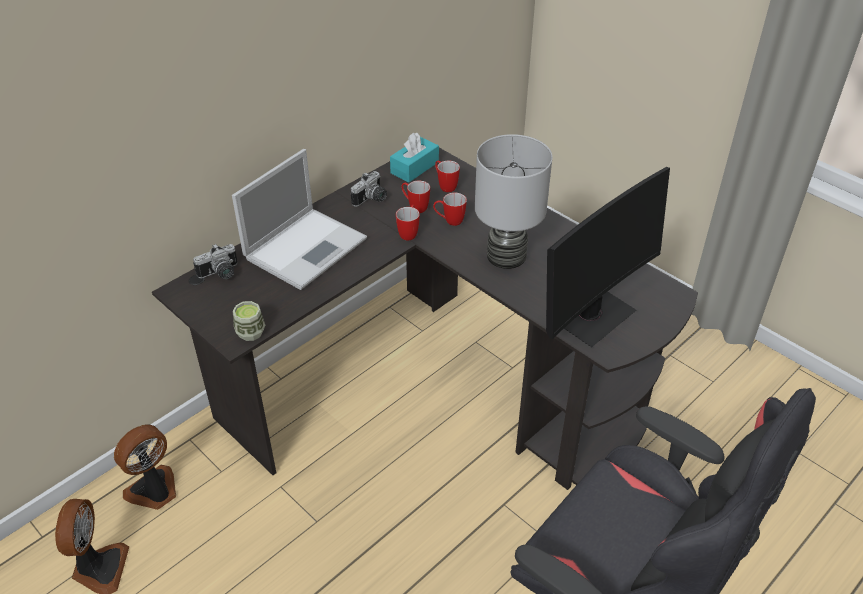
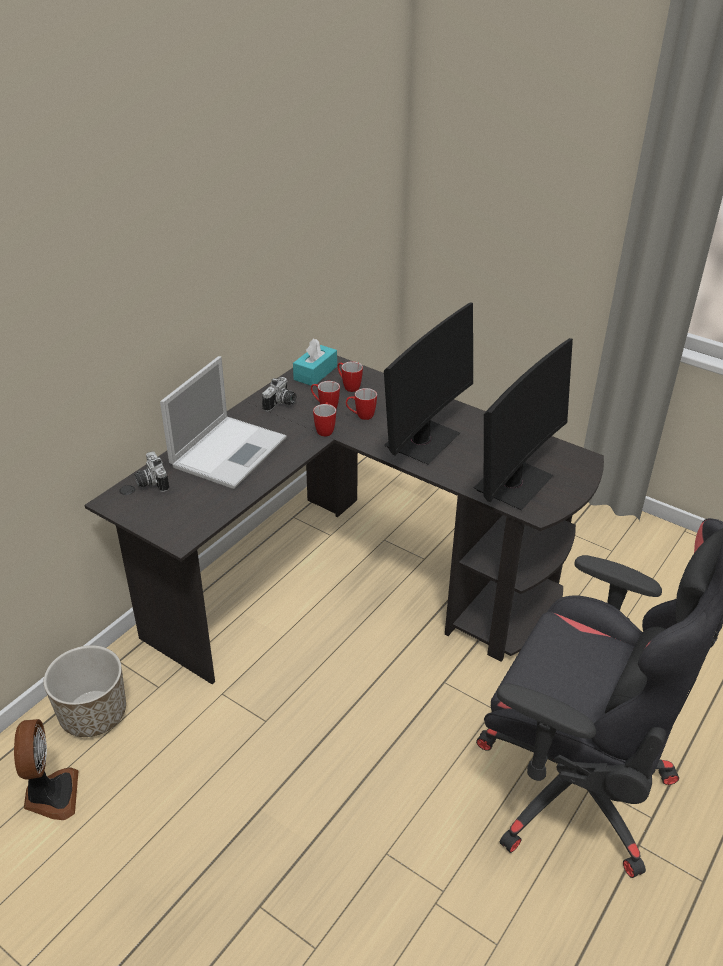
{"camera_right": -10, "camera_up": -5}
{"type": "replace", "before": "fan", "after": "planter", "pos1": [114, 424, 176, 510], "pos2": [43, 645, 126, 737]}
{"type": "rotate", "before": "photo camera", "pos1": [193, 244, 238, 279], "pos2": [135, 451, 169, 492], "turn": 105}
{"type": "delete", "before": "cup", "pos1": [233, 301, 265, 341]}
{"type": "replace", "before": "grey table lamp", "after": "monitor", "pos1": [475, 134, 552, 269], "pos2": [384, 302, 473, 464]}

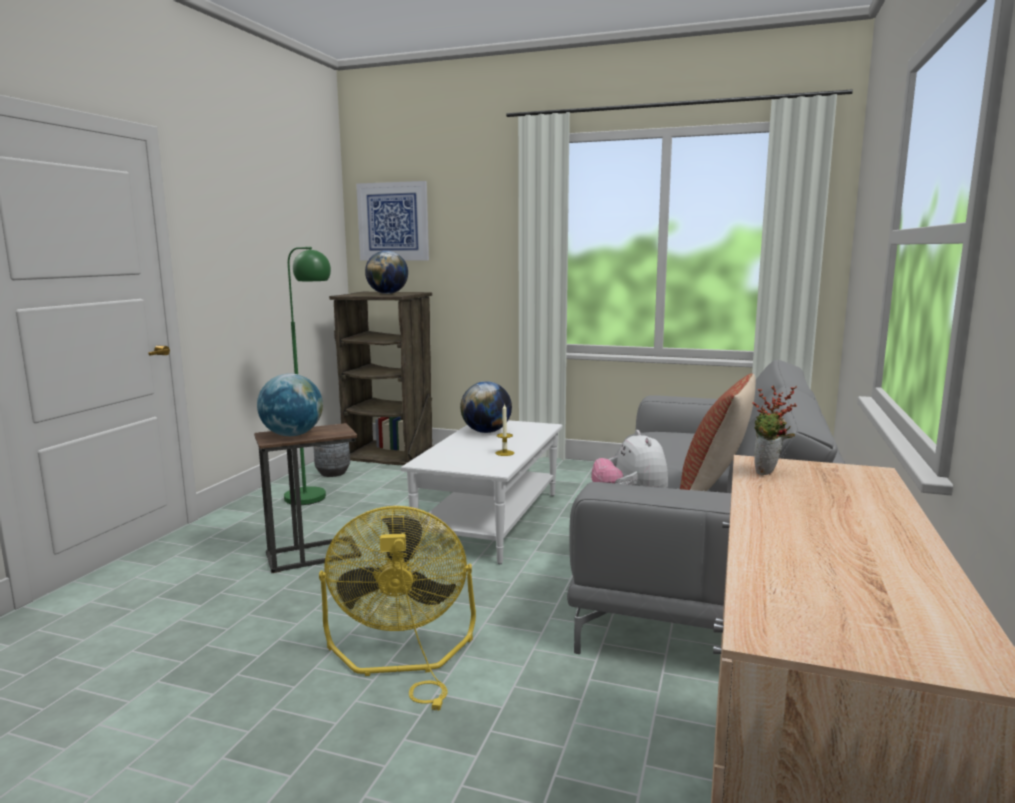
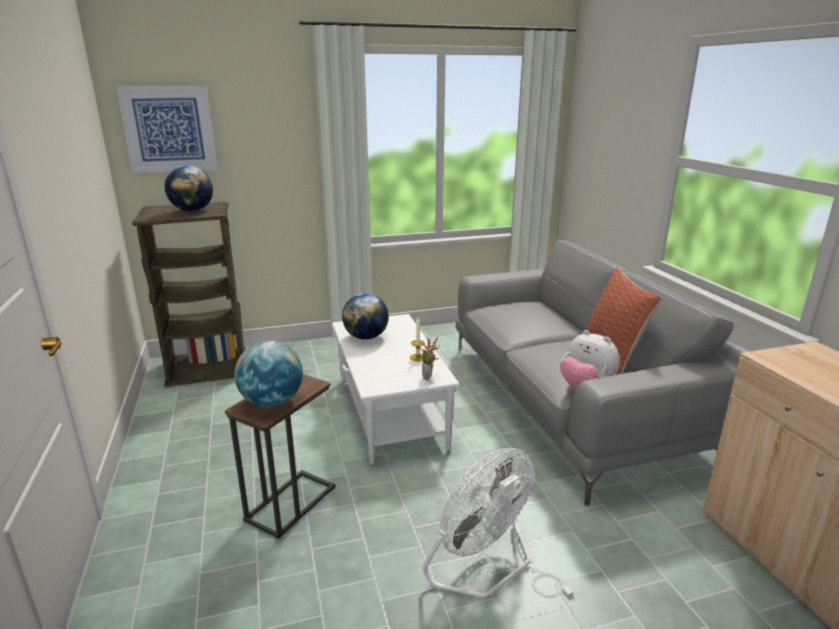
{"camera_right": -35, "camera_up": 10}
{"type": "delete", "before": "green floor lamp", "pos1": [284, 247, 331, 505]}
{"type": "delete", "before": "grey planter", "pos1": [314, 442, 350, 477]}
{"type": "recolor", "before": "yellow fan", "after": "white fan", "pos1": [319, 506, 476, 711], "pos2": [423, 448, 574, 598]}
{"type": "move", "before": "potted plant", "pos1": [752, 385, 797, 475], "pos2": [418, 337, 440, 380]}

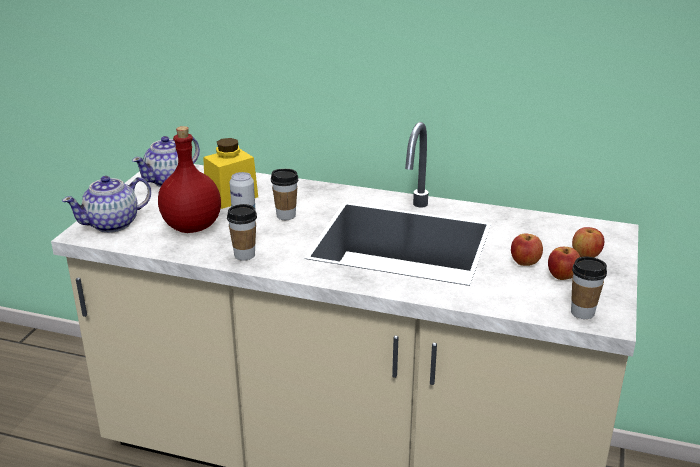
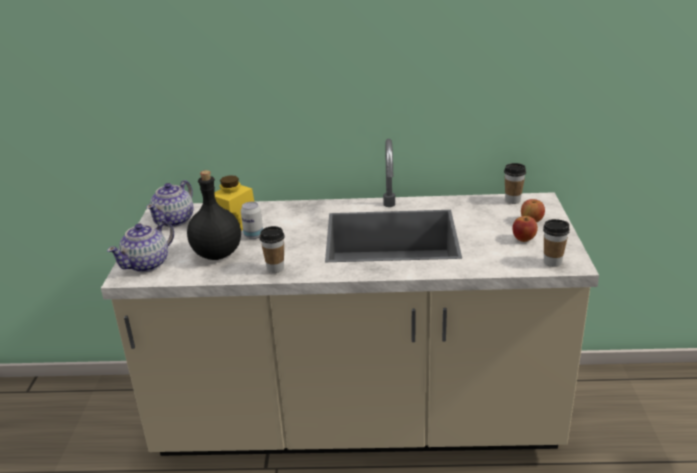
{"camera_right": -15, "camera_up": 0}
{"type": "recolor", "before": "red bottle", "after": "black bottle", "pos1": [158, 126, 221, 233], "pos2": [187, 170, 241, 260]}
{"type": "move", "before": "cup", "pos1": [271, 169, 298, 220], "pos2": [504, 163, 526, 204]}
{"type": "delete", "before": "apple", "pos1": [511, 234, 543, 266]}

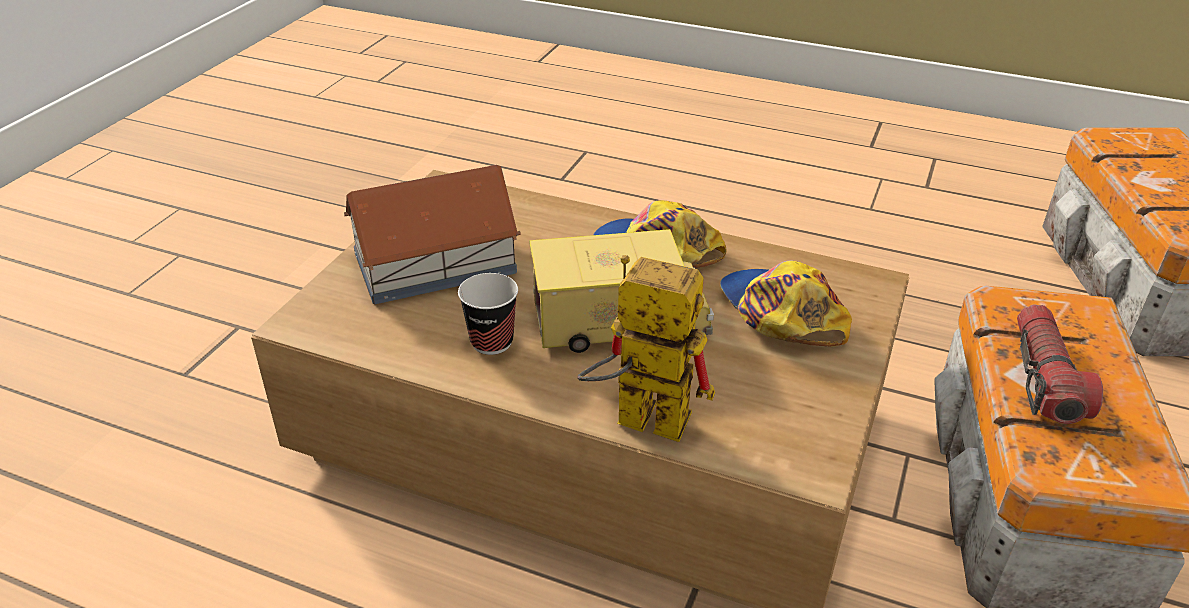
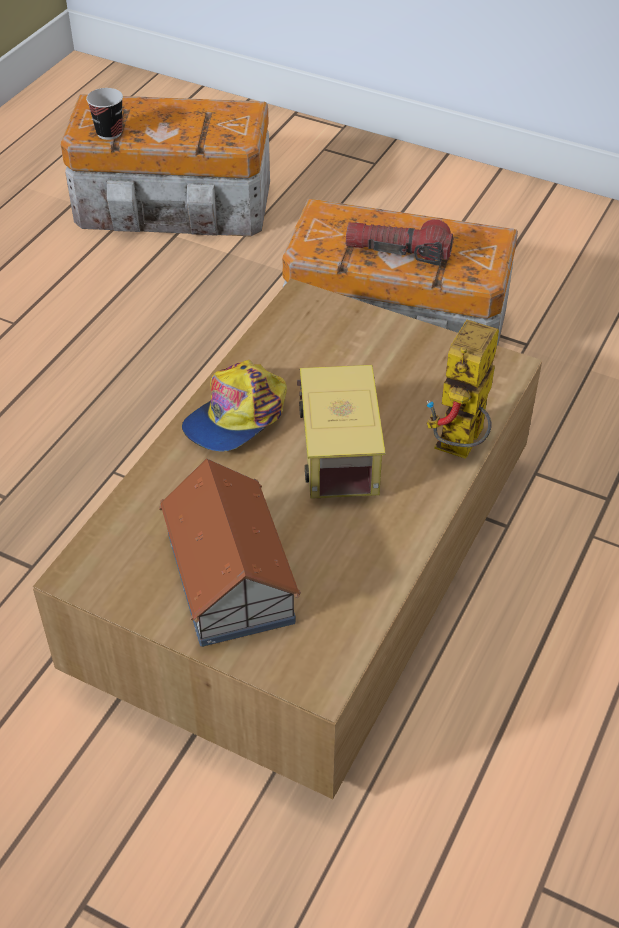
{"camera_right": -85, "camera_up": 10}
{"type": "move", "before": "cup", "pos1": [458, 273, 518, 355], "pos2": [86, 88, 123, 140]}
{"type": "delete", "before": "cap", "pos1": [720, 260, 852, 347]}

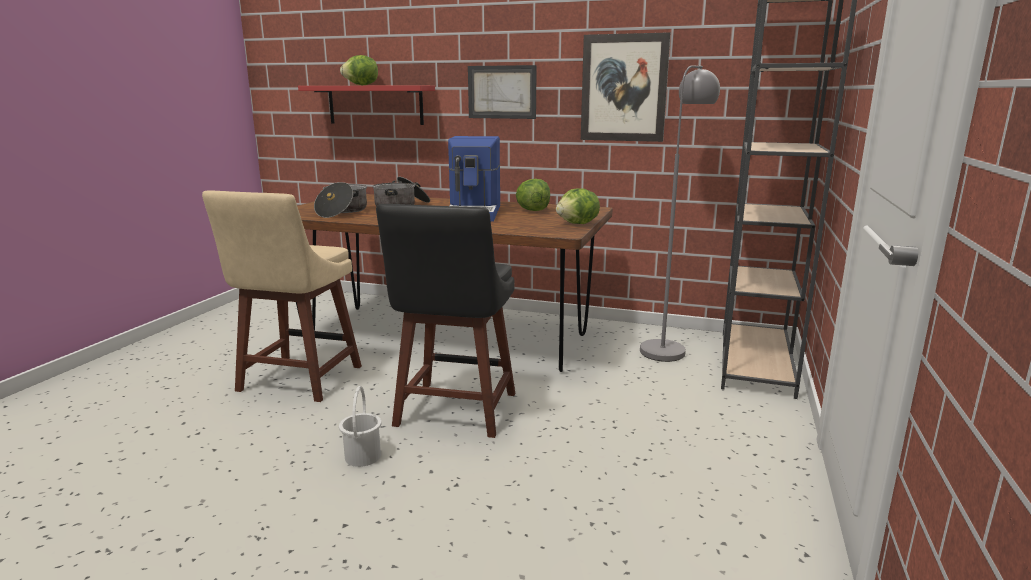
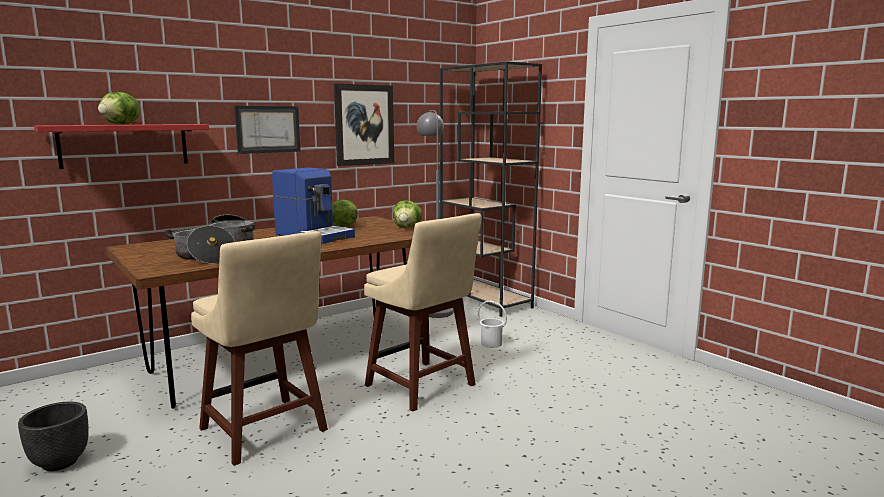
{"camera_right": -55, "camera_up": -5}
{"type": "move", "before": "white bucket", "pos1": [339, 386, 382, 467], "pos2": [477, 301, 507, 348]}
{"type": "recolor", "before": "black chair", "after": "beige chair", "pos1": [376, 204, 515, 438], "pos2": [364, 213, 482, 412]}
{"type": "insert", "after": "black planter", "pos2": [18, 402, 89, 471]}

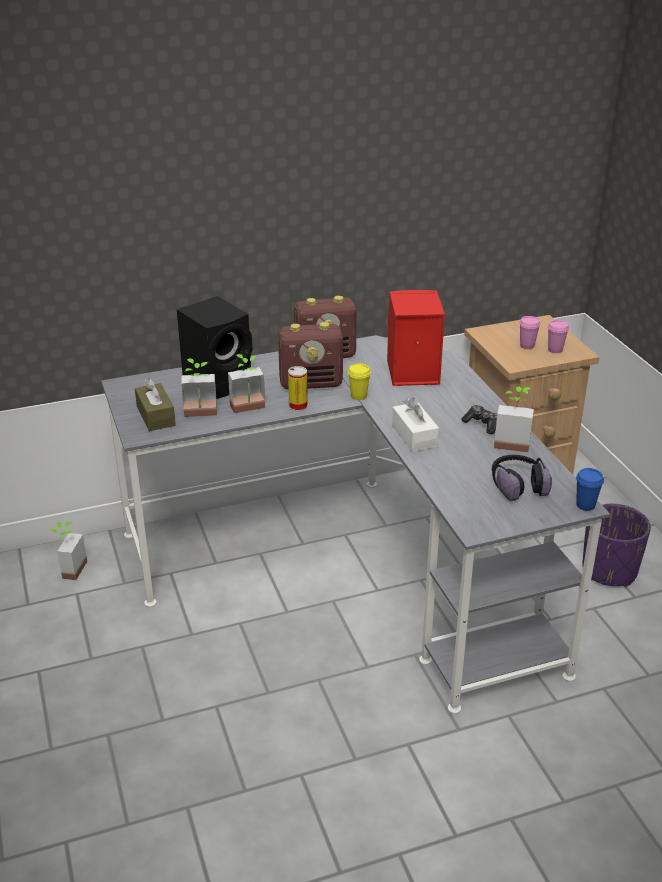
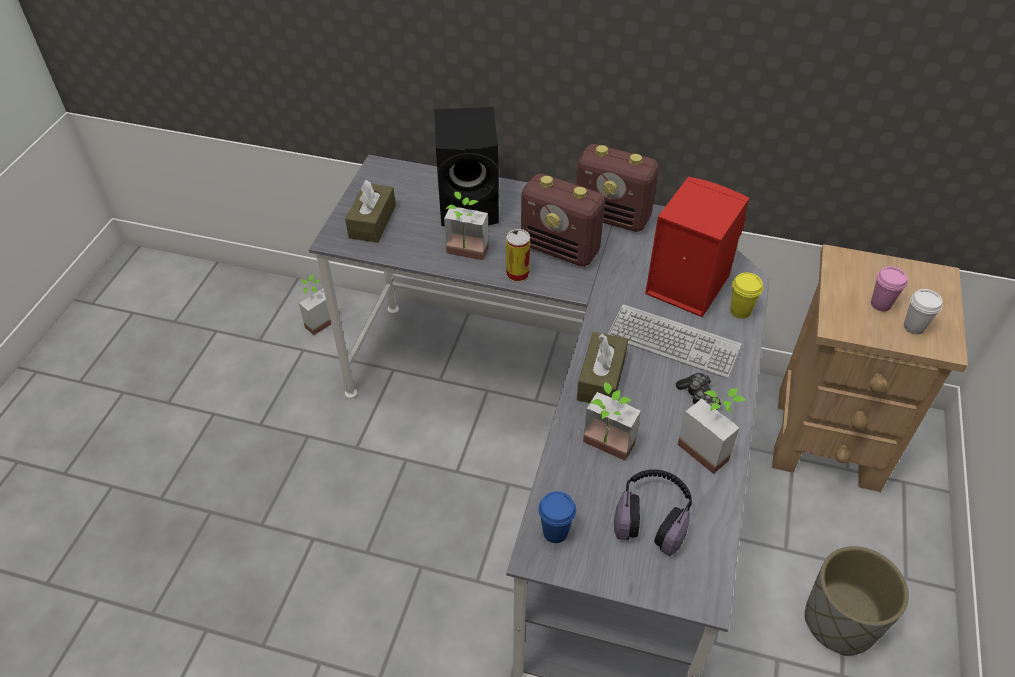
{"camera_right": 35, "camera_up": 15}
{"type": "move", "before": "potted plant", "pos1": [181, 358, 217, 417], "pos2": [583, 382, 641, 461]}
{"type": "move", "before": "yellow cup", "pos1": [348, 363, 371, 400], "pos2": [730, 272, 763, 319]}
{"type": "recolor", "before": "white tissue box", "after": "brown tissue box", "pos1": [392, 398, 439, 452], "pos2": [577, 332, 628, 403]}
{"type": "recolor", "before": "pink cup", "after": "white cup", "pos1": [548, 320, 569, 353], "pos2": [904, 289, 943, 335]}
{"type": "move", "before": "blue cup", "pos1": [576, 468, 604, 511], "pos2": [538, 491, 576, 543]}
{"type": "recolor", "before": "purple planter", "after": "grey planter", "pos1": [582, 504, 651, 587], "pos2": [805, 546, 909, 656]}
{"type": "insert", "after": "keyboard", "pos2": [608, 304, 742, 378]}

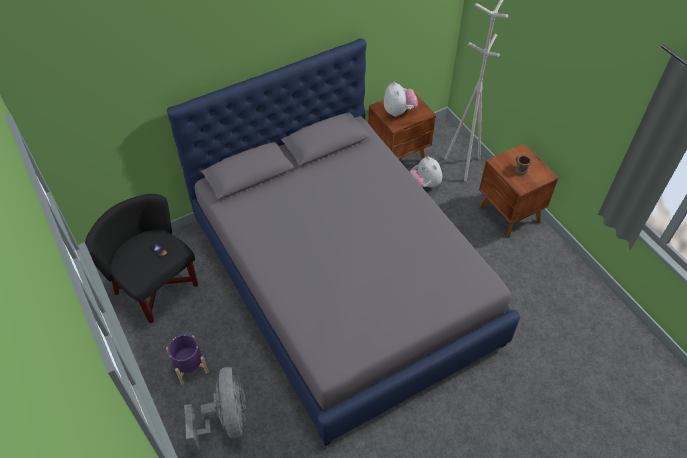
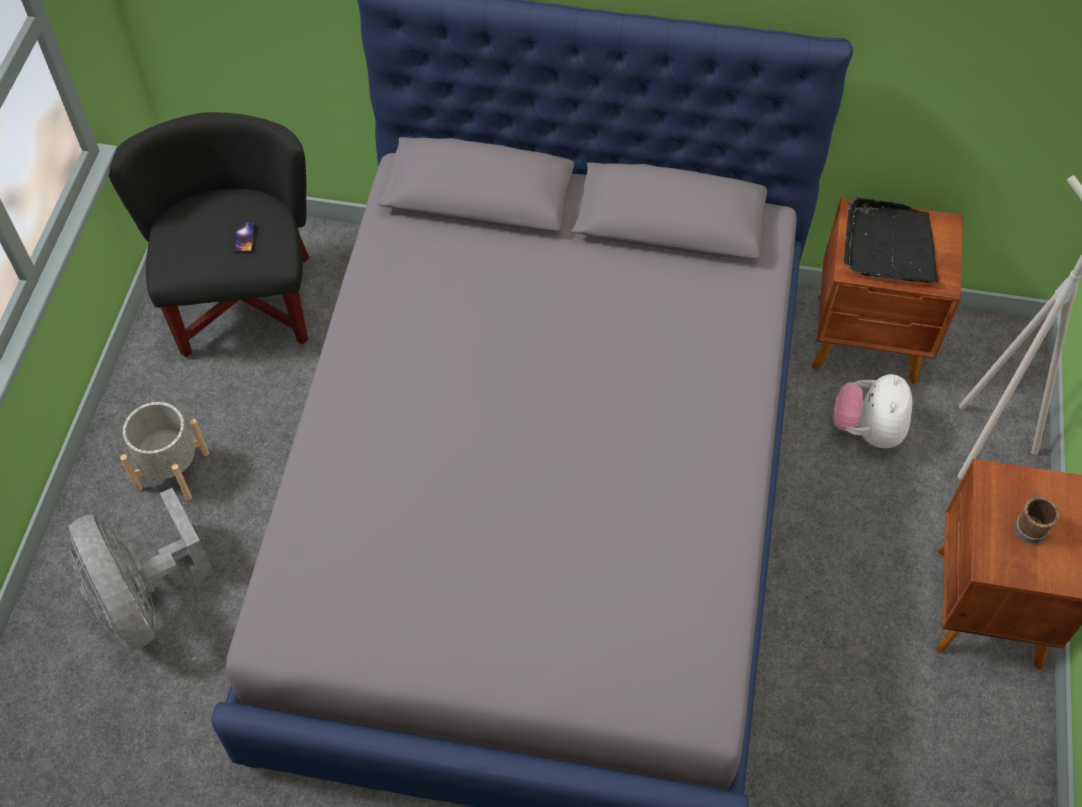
{"camera_right": 40, "camera_up": 5}
{"type": "recolor", "before": "purple planter", "after": "grey planter", "pos1": [166, 334, 209, 385], "pos2": [120, 402, 209, 500]}
{"type": "rotate", "before": "grey fan", "pos1": [184, 367, 246, 452], "pos2": [69, 488, 214, 650], "turn": 120}
{"type": "replace", "before": "plush toy", "after": "black tray", "pos1": [384, 81, 418, 117], "pos2": [844, 198, 939, 283]}

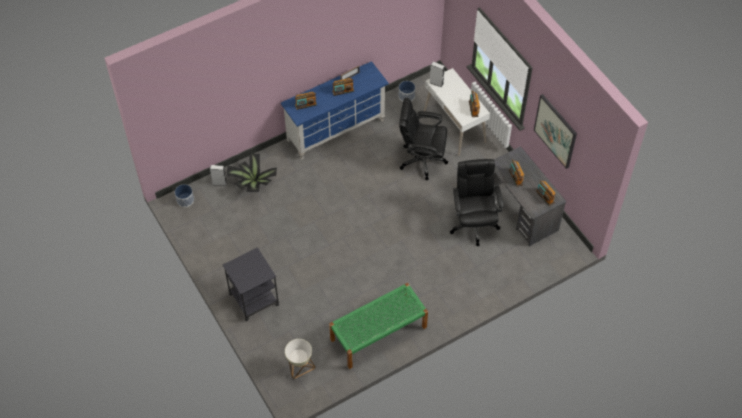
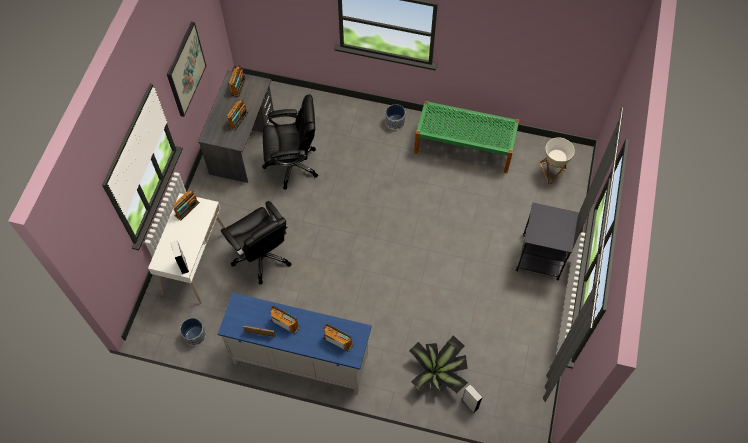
{"camera_right": -135, "camera_up": 5}
{"type": "move", "before": "planter", "pos1": [175, 184, 194, 207], "pos2": [386, 104, 405, 130]}
{"type": "rotate", "before": "black office chair", "pos1": [450, 159, 503, 246], "pos2": [262, 94, 318, 189], "turn": -135}

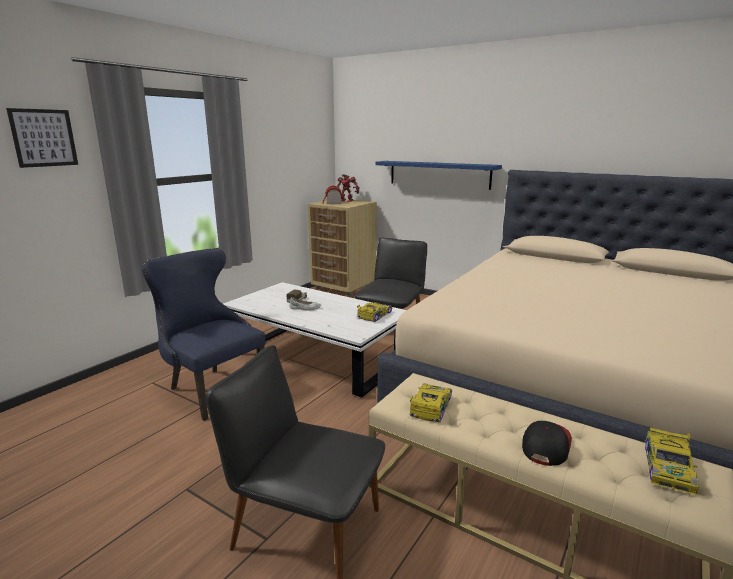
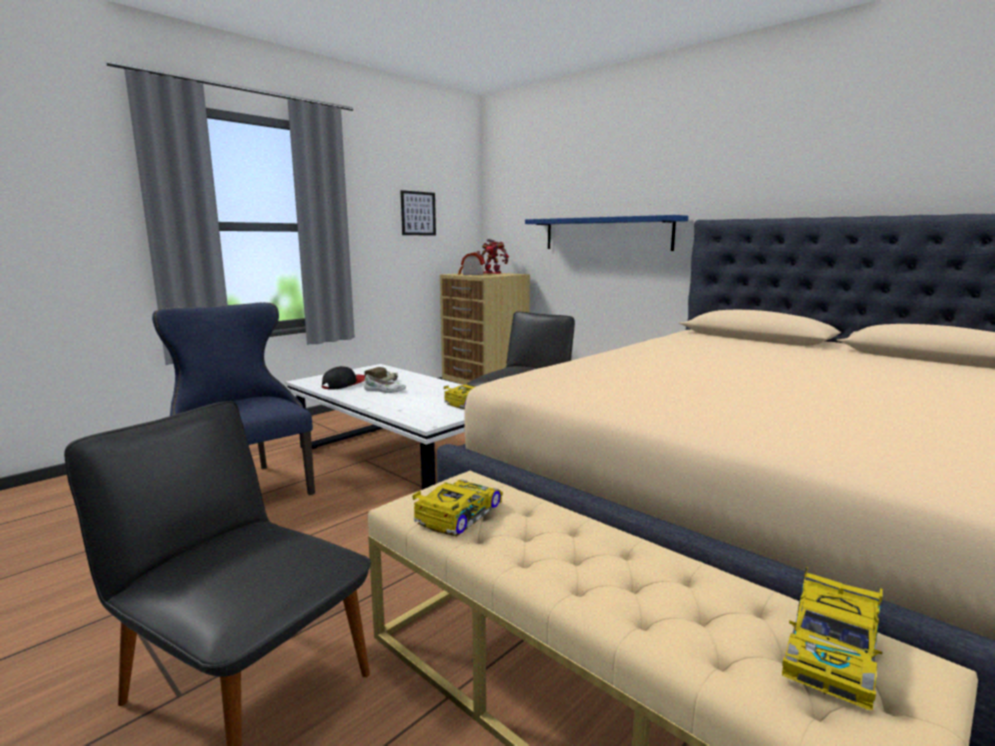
{"camera_right": 10, "camera_up": -5}
{"type": "move", "before": "picture", "pos1": [6, 108, 78, 168], "pos2": [400, 190, 436, 235]}
{"type": "move", "before": "cap", "pos1": [522, 421, 572, 466], "pos2": [322, 366, 365, 389]}

